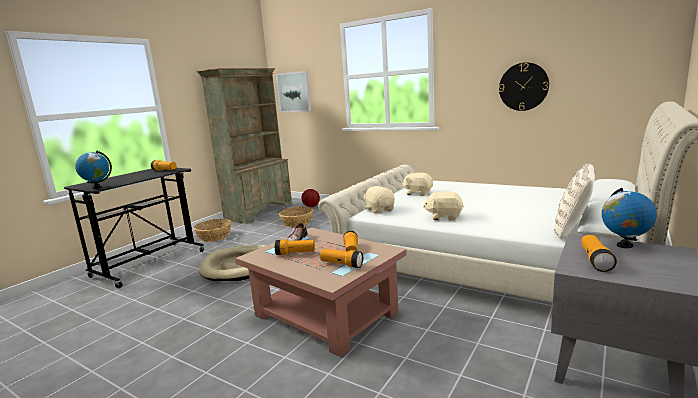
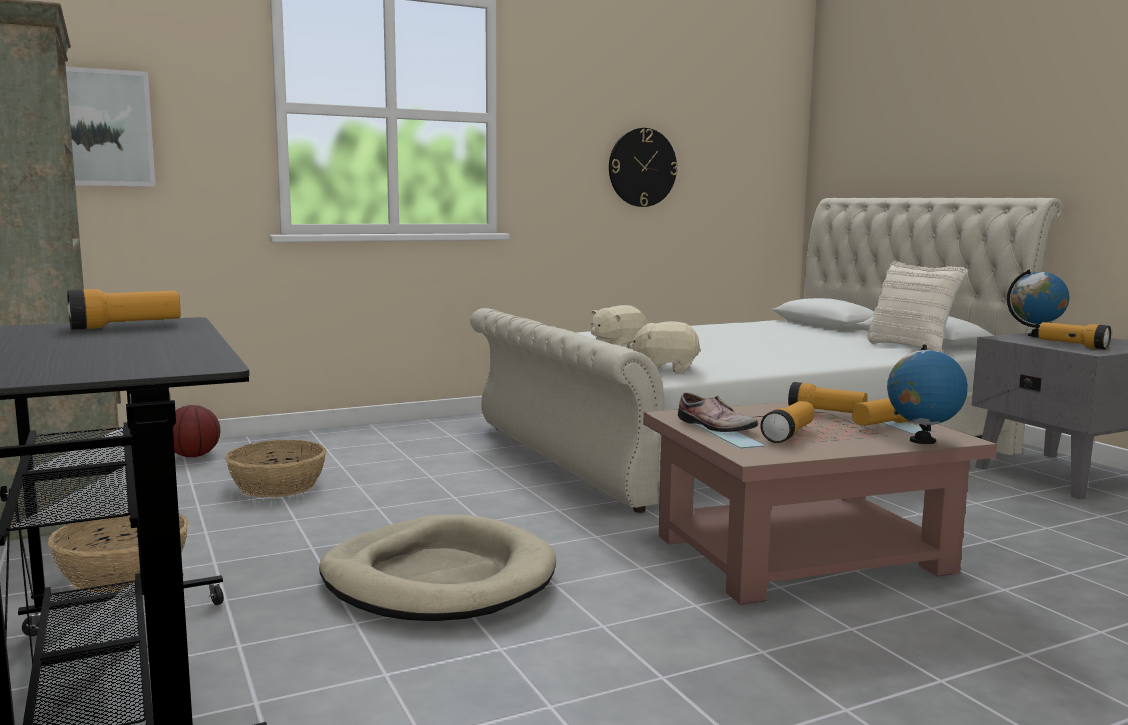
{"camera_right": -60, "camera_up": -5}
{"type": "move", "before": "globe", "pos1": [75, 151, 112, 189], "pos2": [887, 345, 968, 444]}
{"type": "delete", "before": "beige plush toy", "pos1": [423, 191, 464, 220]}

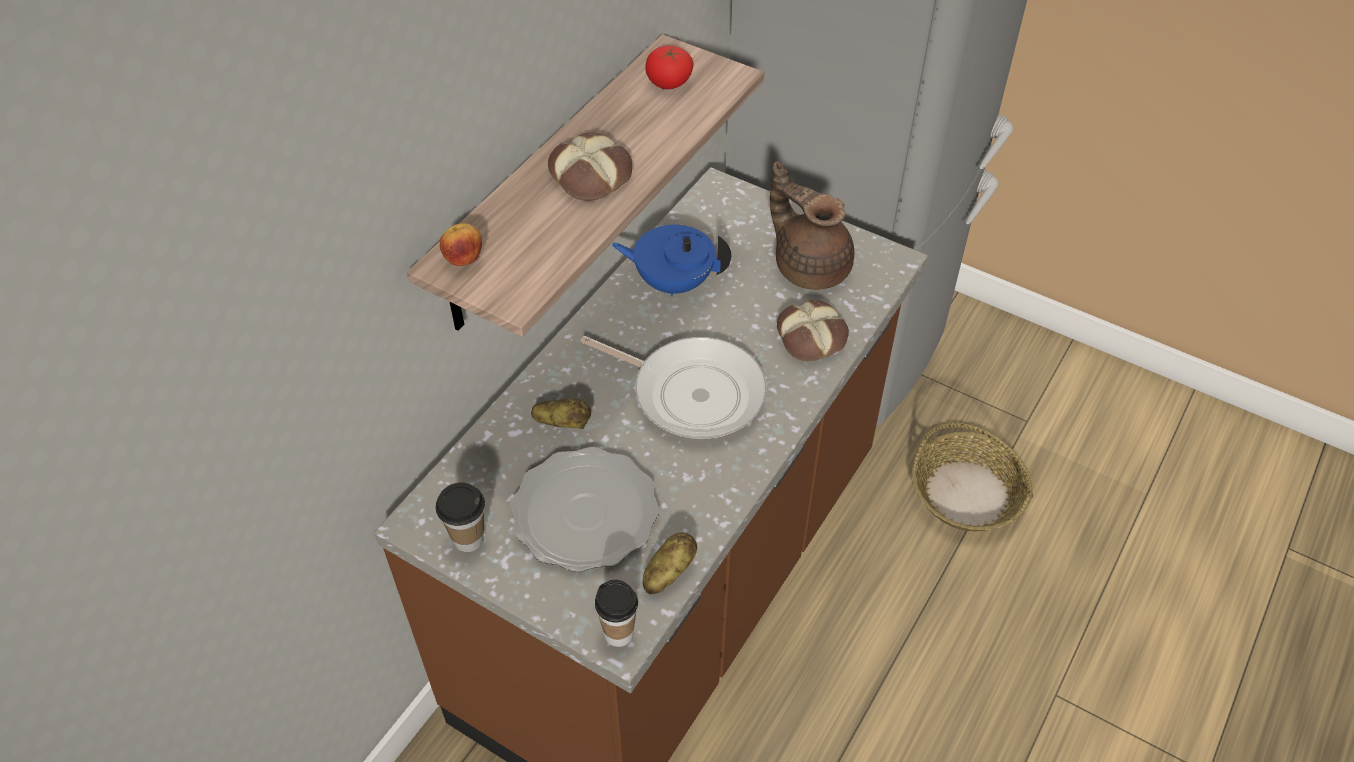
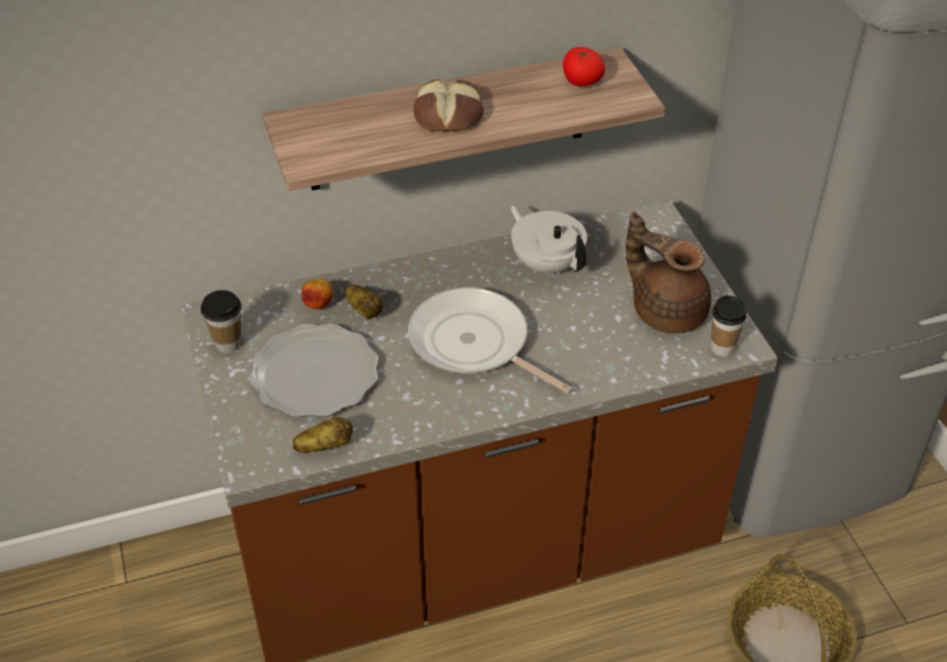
{"camera_right": 40, "camera_up": -5}
{"type": "move", "before": "apple", "pos1": [440, 223, 482, 266], "pos2": [302, 279, 333, 310]}
{"type": "rotate", "before": "frying pan", "pos1": [581, 336, 766, 439], "pos2": [408, 288, 573, 394], "turn": 150}
{"type": "move", "before": "cup", "pos1": [595, 580, 638, 647], "pos2": [711, 295, 747, 357]}
{"type": "recolor", "before": "blue teapot", "after": "white teapot", "pos1": [612, 225, 731, 296], "pos2": [510, 206, 587, 275]}
{"type": "rotate", "before": "brown teapot", "pos1": [770, 162, 854, 290], "pos2": [626, 212, 711, 333], "turn": -45}
{"type": "delete", "before": "bread", "pos1": [777, 300, 849, 362]}

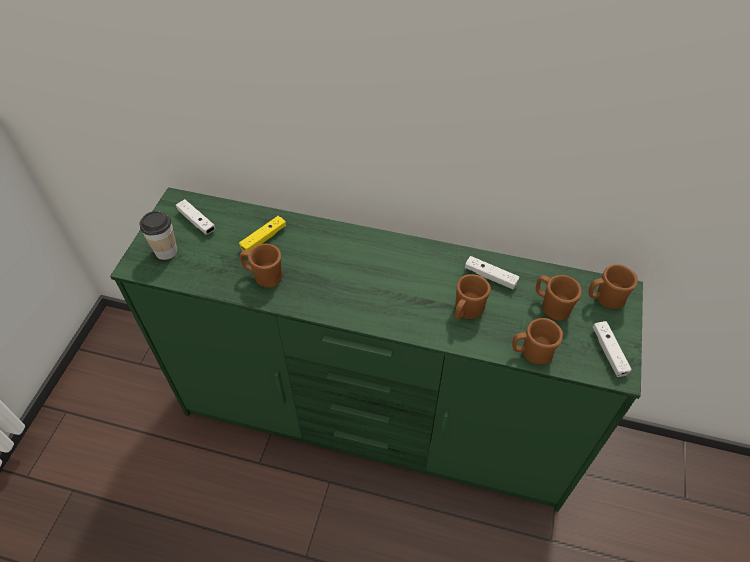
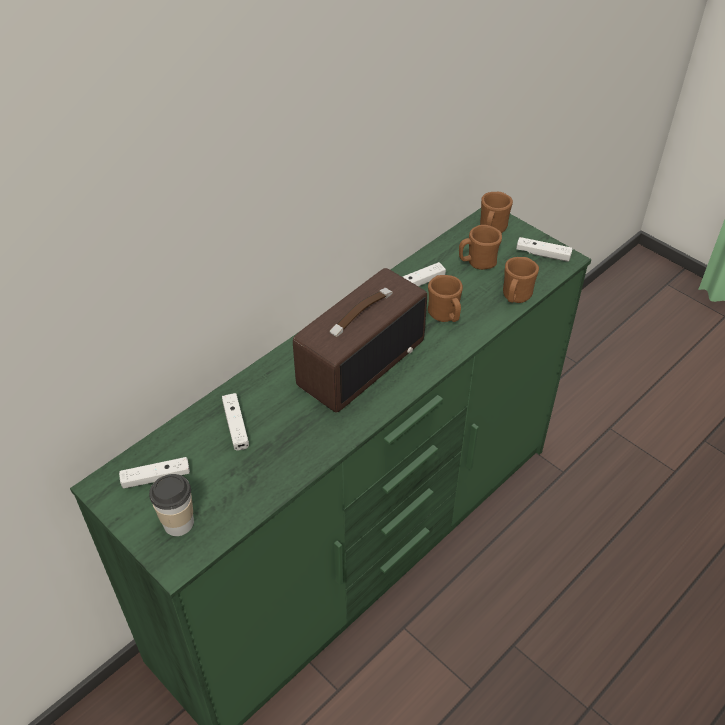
{"camera_right": -60, "camera_up": -5}
{"type": "recolor", "before": "yellow game controller", "after": "white game controller", "pos1": [239, 216, 286, 251], "pos2": [222, 393, 249, 451]}
{"type": "delete", "before": "brown mug", "pos1": [240, 244, 283, 288]}
{"type": "insert", "after": "radio", "pos2": [293, 268, 427, 413]}

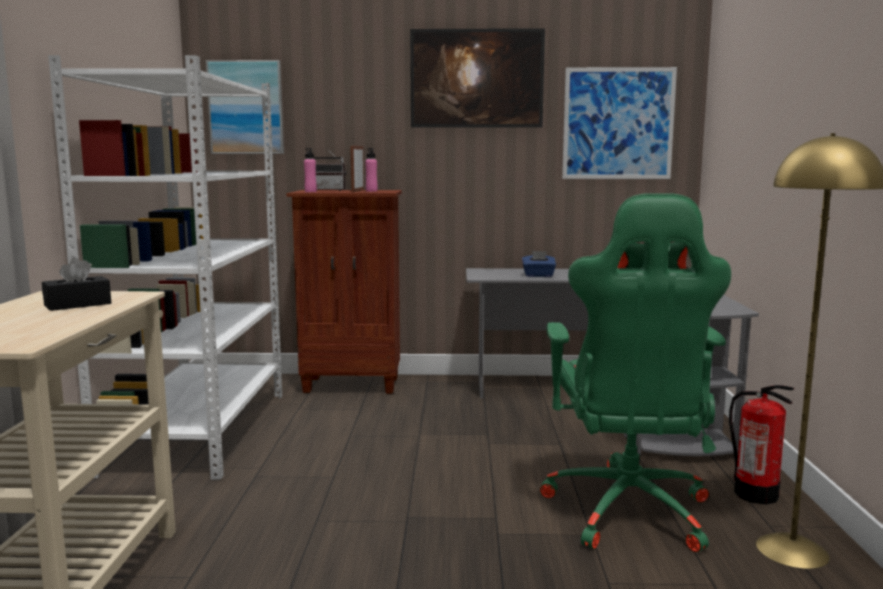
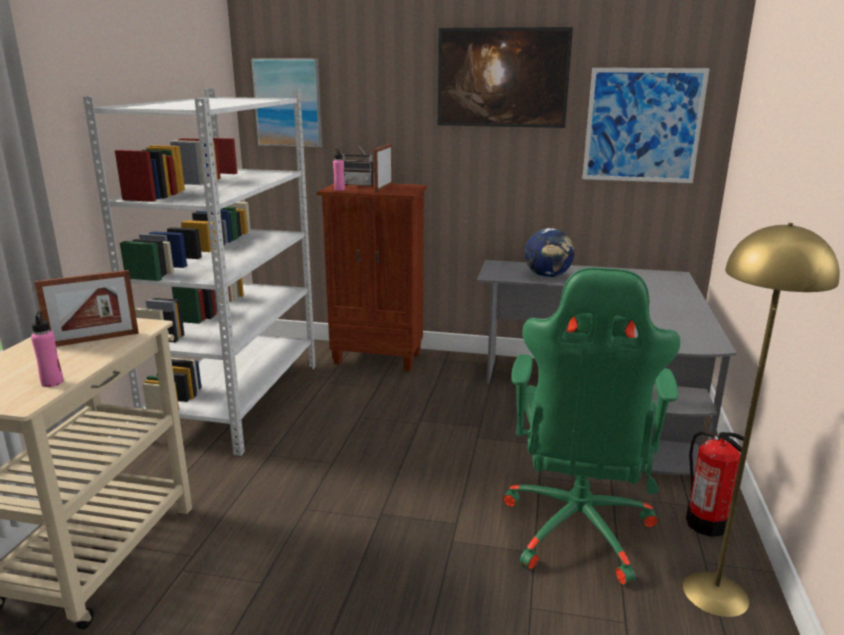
{"camera_right": 10, "camera_up": 10}
{"type": "replace", "before": "black tissue box", "after": "picture frame", "pos1": [42, 257, 111, 311], "pos2": [35, 270, 139, 347]}
{"type": "move", "before": "pink bottle", "pos1": [365, 148, 378, 192], "pos2": [31, 311, 63, 387]}
{"type": "replace", "before": "blue tissue box", "after": "globe", "pos1": [522, 251, 556, 277], "pos2": [525, 228, 574, 277]}

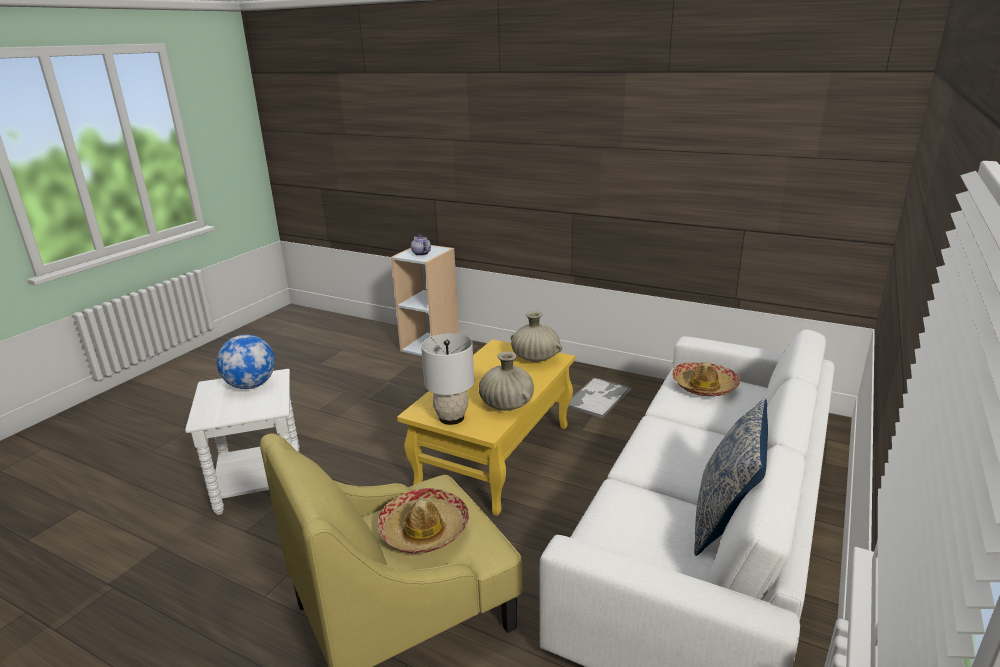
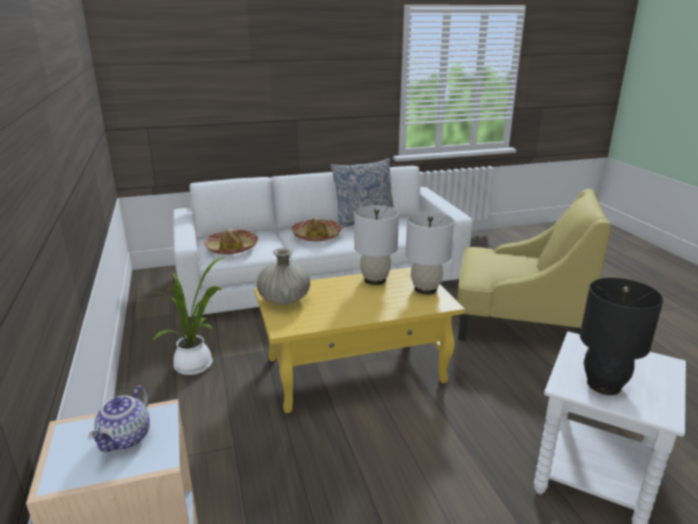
{"camera_right": -135, "camera_up": 0}
{"type": "replace", "before": "globe", "after": "black table lamp", "pos1": [217, 335, 275, 389], "pos2": [580, 278, 663, 395]}
{"type": "move", "before": "hat", "pos1": [377, 488, 469, 554], "pos2": [291, 218, 342, 242]}
{"type": "replace", "before": "beige vase", "after": "white table lamp", "pos1": [479, 351, 534, 411], "pos2": [354, 205, 399, 285]}
{"type": "replace", "before": "tray", "after": "potted plant", "pos1": [568, 377, 631, 419], "pos2": [153, 257, 224, 375]}

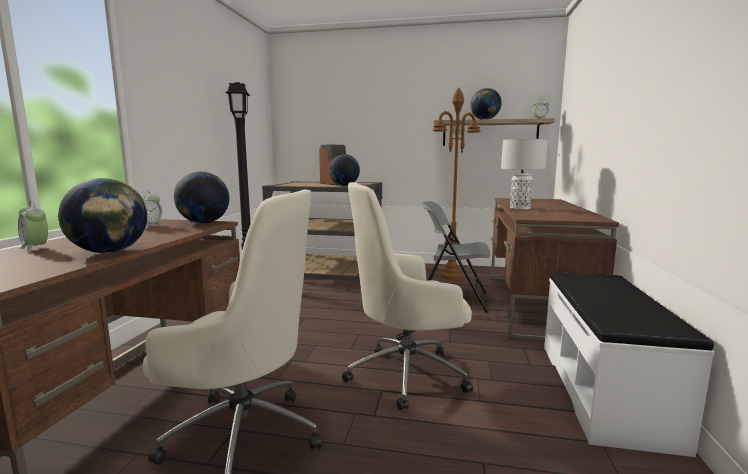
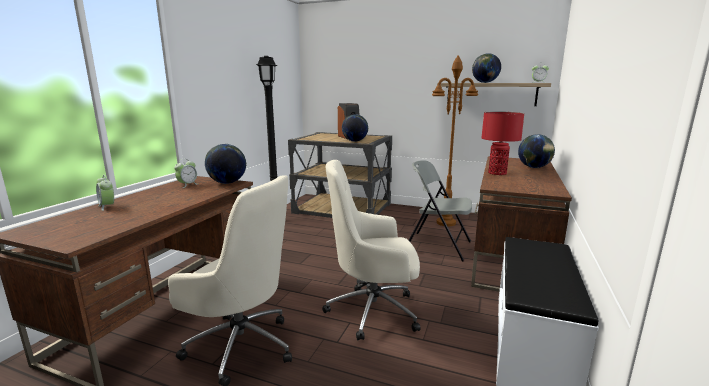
{"camera_right": 10, "camera_up": 5}
{"type": "move", "before": "globe", "pos1": [58, 178, 147, 253], "pos2": [518, 134, 555, 168]}
{"type": "recolor", "before": "white table lamp", "after": "red table lamp", "pos1": [501, 139, 548, 210], "pos2": [481, 111, 524, 175]}

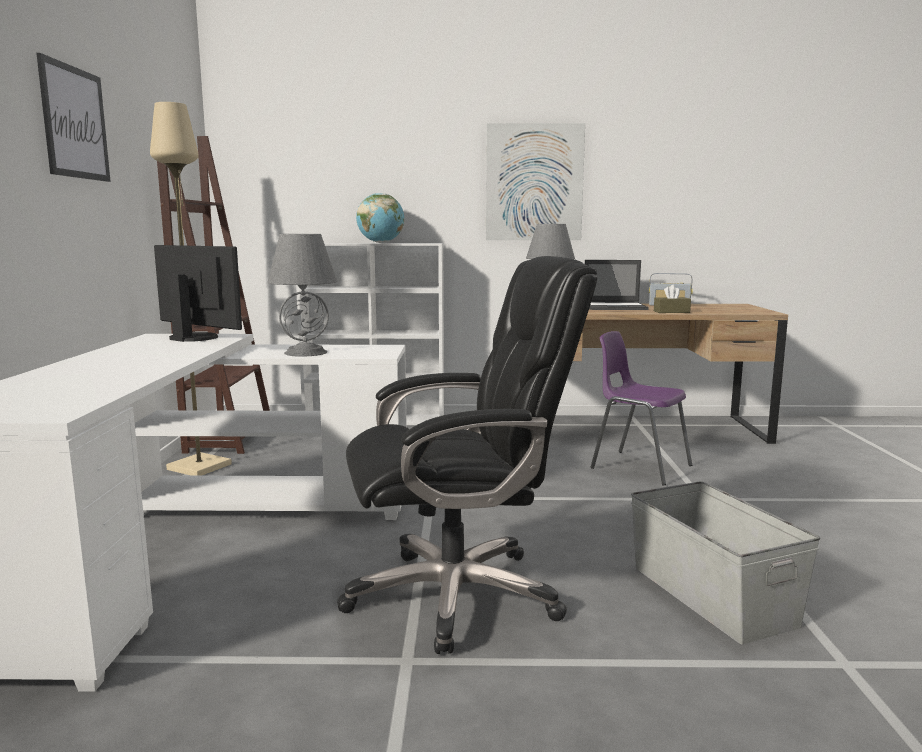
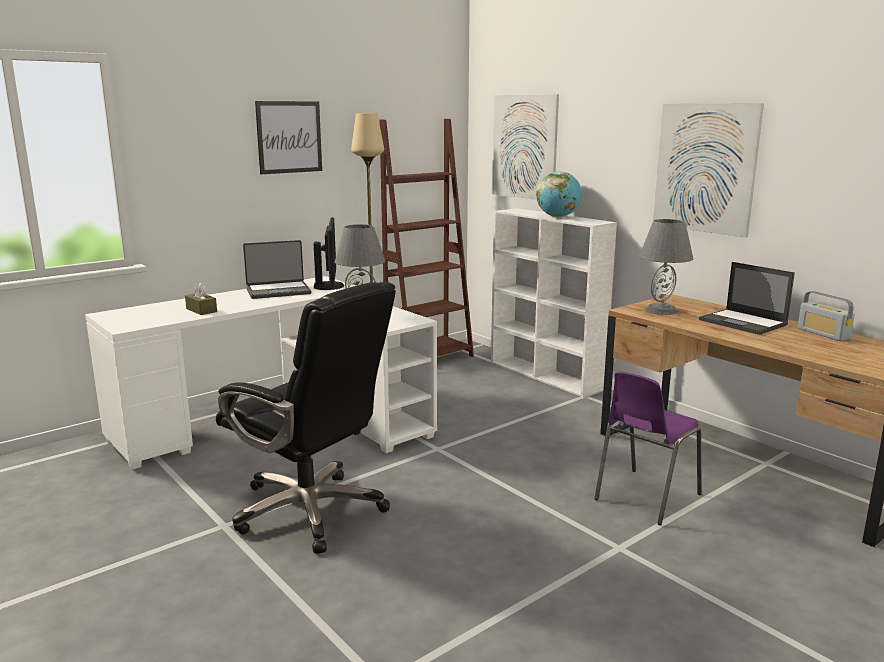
{"camera_right": 50, "camera_up": 5}
{"type": "rotate", "before": "purple chair", "pos1": [591, 331, 692, 486], "pos2": [595, 371, 701, 526], "turn": -135}
{"type": "delete", "before": "grey storage box", "pos1": [631, 481, 820, 644]}
{"type": "move", "before": "brown tissue box", "pos1": [654, 285, 691, 313], "pos2": [185, 283, 217, 315]}
{"type": "insert", "after": "laptop", "pos2": [243, 240, 311, 299]}
{"type": "insert", "after": "picture", "pos2": [492, 94, 559, 200]}

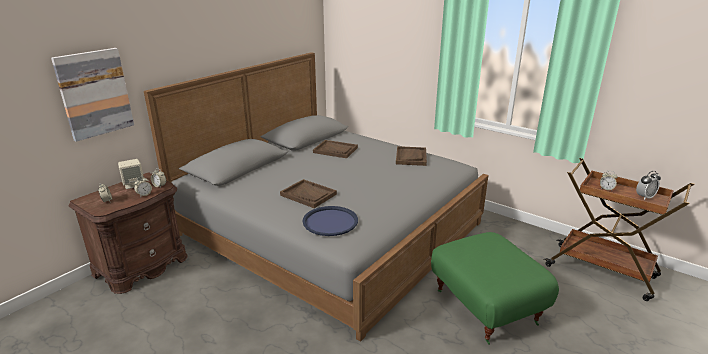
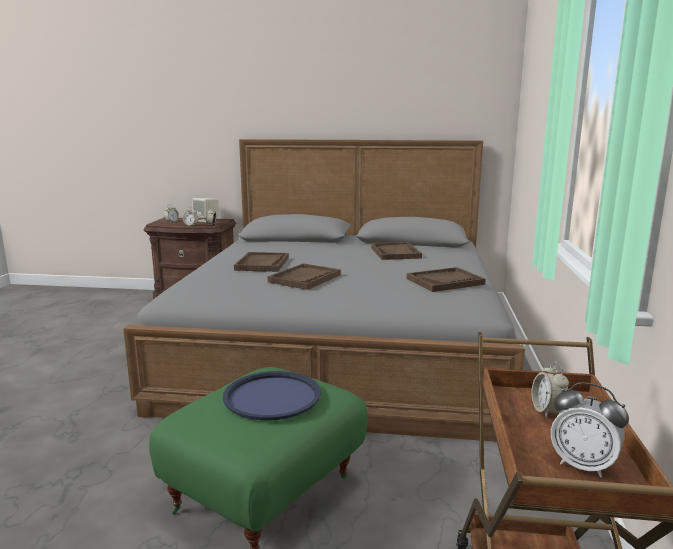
{"camera_right": 60, "camera_up": -10}
{"type": "delete", "before": "picture", "pos1": [51, 48, 134, 142]}
{"type": "move", "before": "blue tray", "pos1": [303, 206, 358, 236], "pos2": [223, 371, 321, 420]}
{"type": "insert", "after": "brown tray", "pos2": [268, 263, 341, 290]}

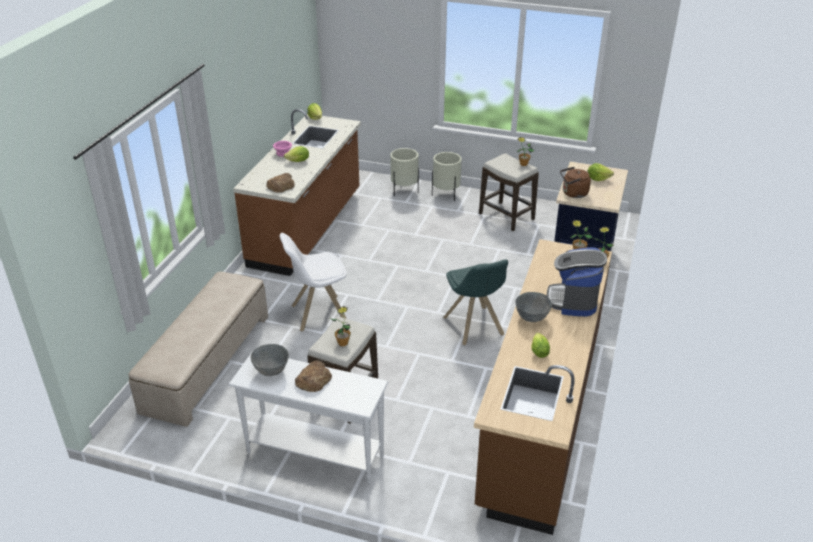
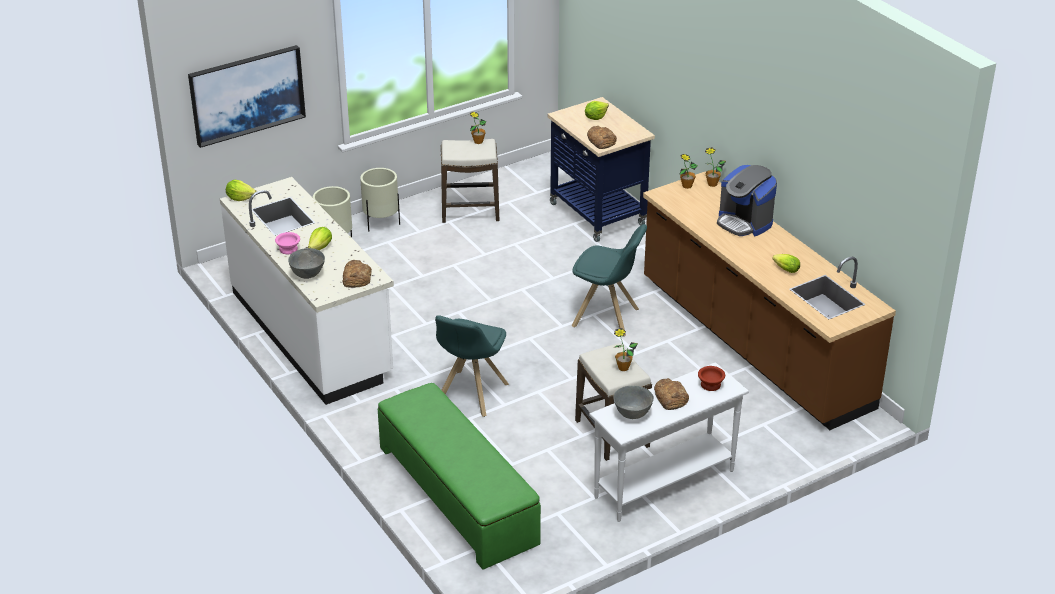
{"camera_right": -50, "camera_up": 0}
{"type": "recolor", "before": "beige bench", "after": "green bench", "pos1": [128, 272, 268, 427], "pos2": [378, 383, 541, 569]}
{"type": "recolor", "before": "brown counter", "after": "white counter", "pos1": [233, 109, 361, 276], "pos2": [220, 177, 394, 405]}
{"type": "recolor", "before": "white chair", "after": "turquoise chair", "pos1": [280, 233, 347, 331], "pos2": [435, 315, 509, 417]}
{"type": "move", "before": "grey bowl", "pos1": [516, 292, 552, 322], "pos2": [288, 248, 325, 279]}
{"type": "replace", "before": "brown kettle", "after": "bread", "pos1": [560, 167, 591, 198], "pos2": [587, 126, 617, 149]}
{"type": "insert", "after": "picture", "pos2": [188, 45, 306, 148]}
{"type": "insert", "after": "brown bowl", "pos2": [698, 366, 725, 391]}

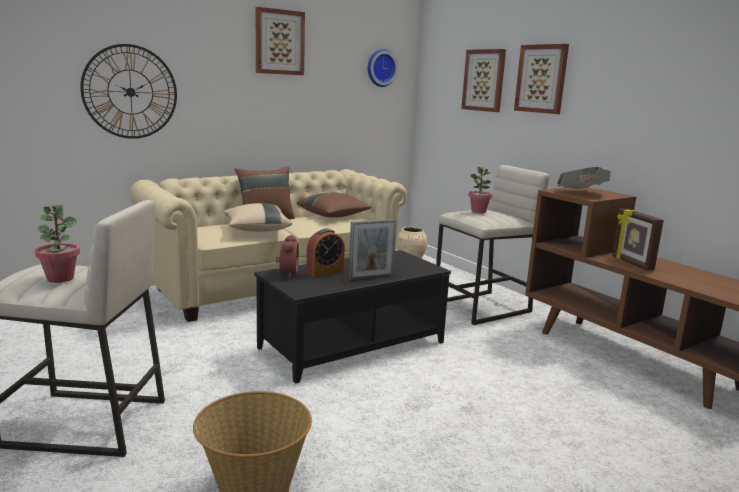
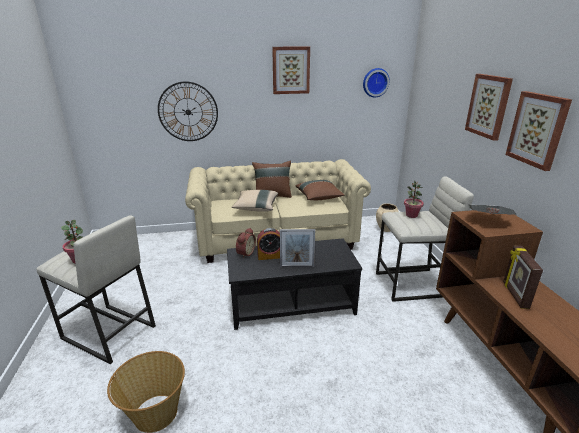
{"camera_right": 25, "camera_up": 10}
{"type": "move", "before": "picture", "pos1": [461, 49, 506, 112], "pos2": [506, 91, 572, 171]}

